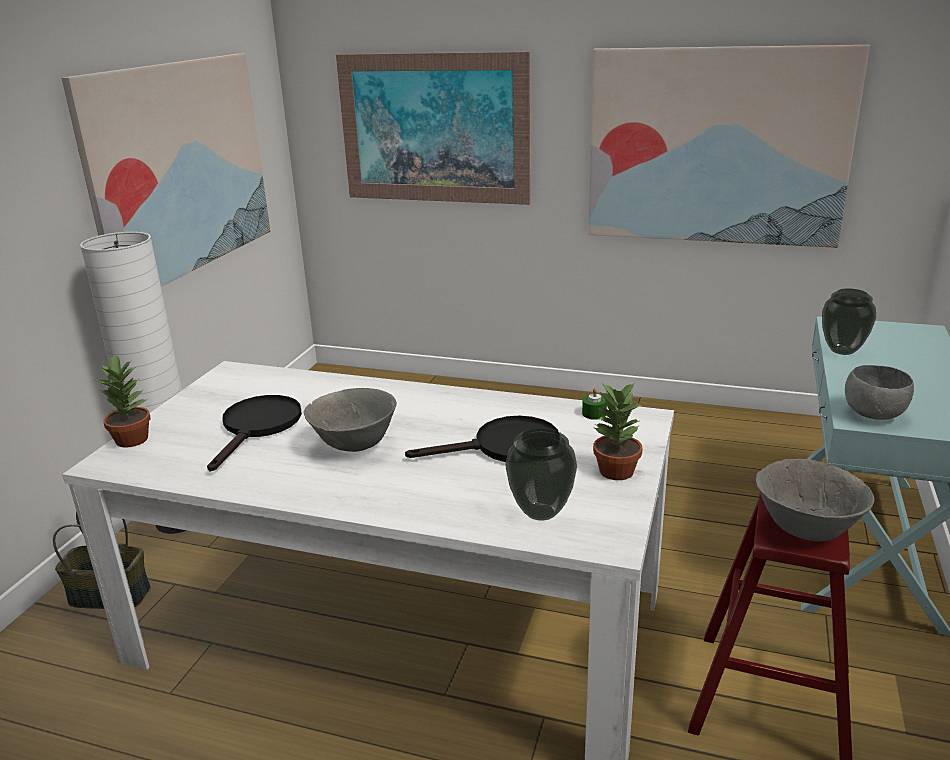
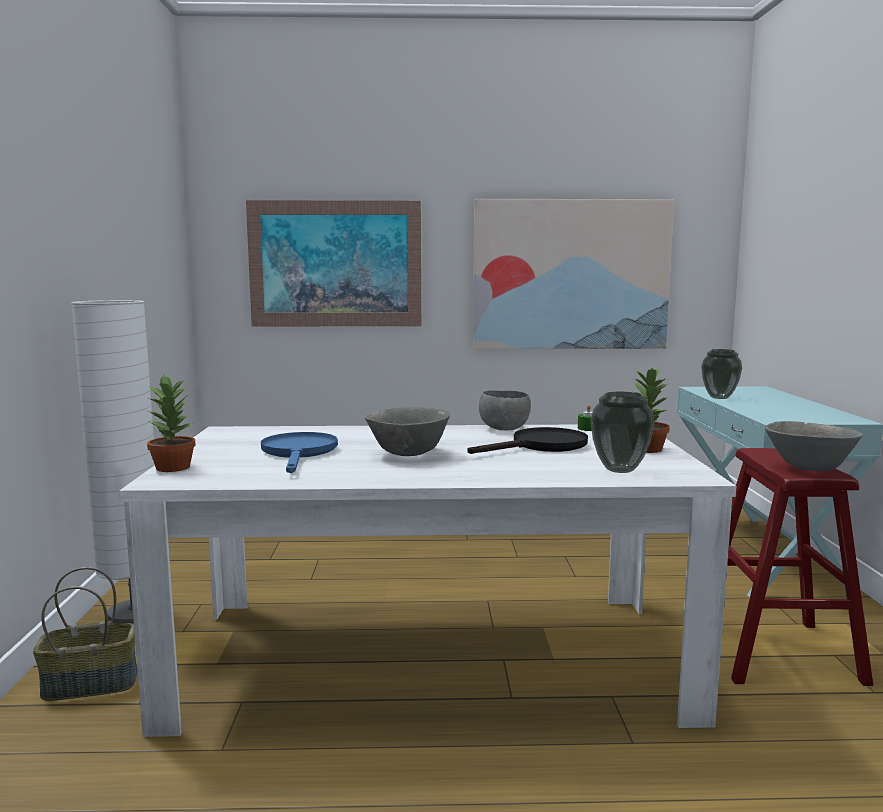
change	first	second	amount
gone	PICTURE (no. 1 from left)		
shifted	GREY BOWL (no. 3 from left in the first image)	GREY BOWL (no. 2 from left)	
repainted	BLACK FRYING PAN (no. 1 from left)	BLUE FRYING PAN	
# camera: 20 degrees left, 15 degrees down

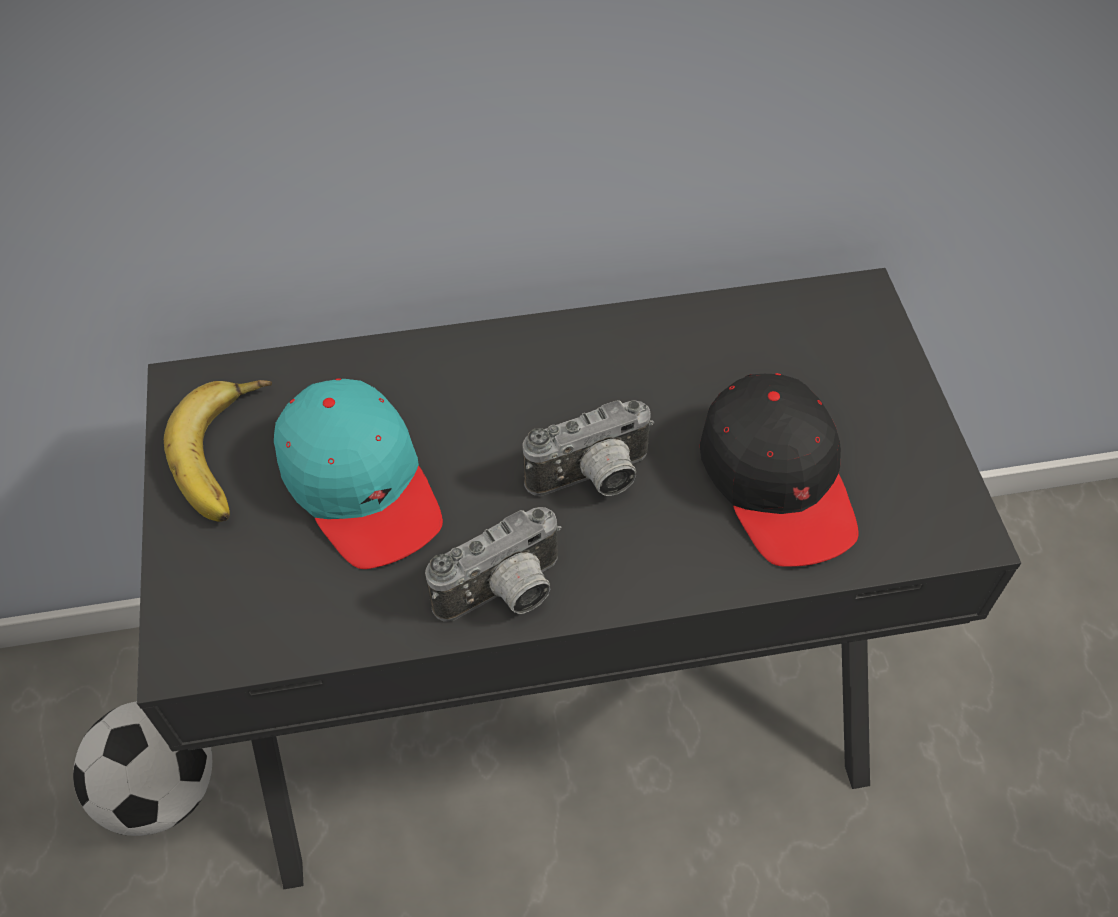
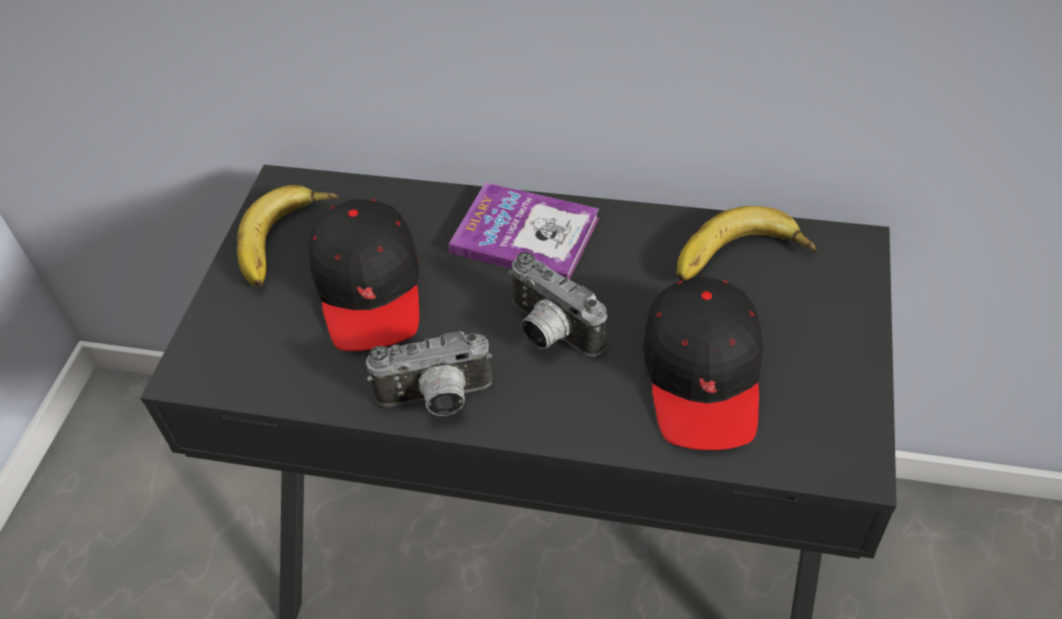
change	first	second	amount
gone	FOOTBALL		
new		BOOK	
new		BANANA (no. 2 from left)	
repainted	TURQUOISE CAP	BLACK CAP (no. 1 from left)	
rotated	PHOTO CAMERA (no. 2 from left)		45 degrees clockwise
# camera: 25 degrees right, 5 degrees down

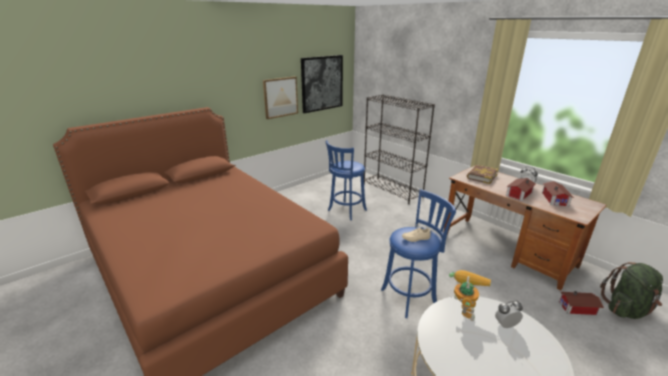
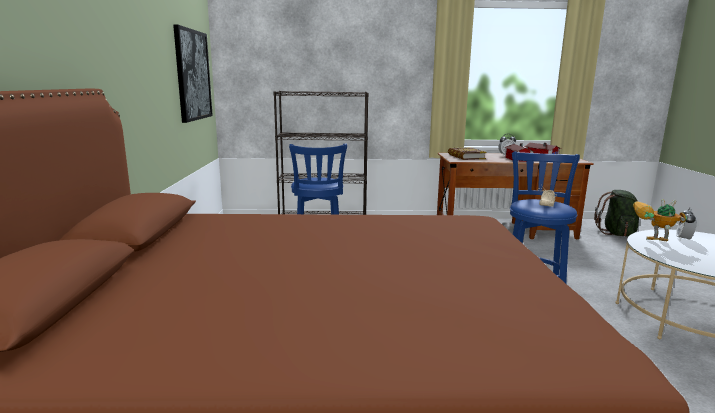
change	first	second	amount
gone	PICTURE (no. 1 from left)		
gone	TOY HOUSE (no. 3 from left)		
rotated	TOY ROBOT		45 degrees counterclockwise
# camera: 50 degrees left, 10 degrees down

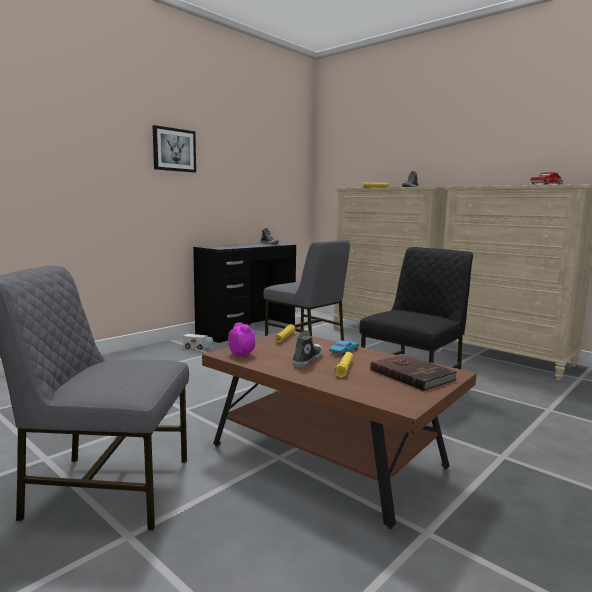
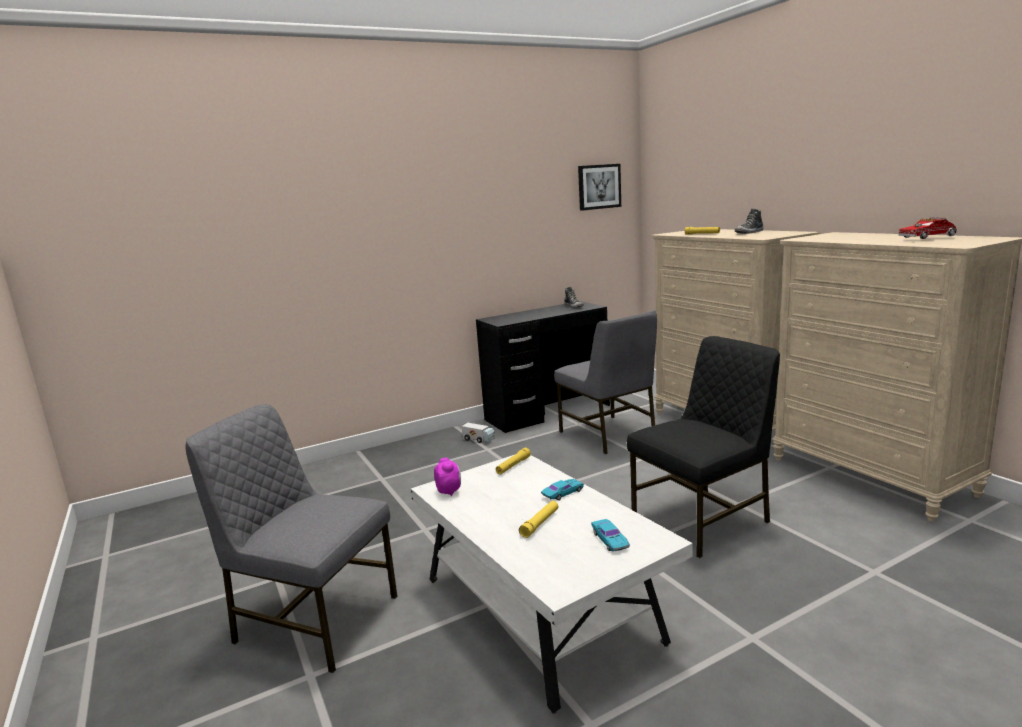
change	first	second	amount
gone	SHOE (no. 2 from left)		
shifted	PICTURE		
swapped	BROWN BOOK	TURQUOISE TOY CAR (no. 2 from left)	
repainted	BROWN COFFEE TABLE	WHITE COFFEE TABLE	
# camera: 20 degrees right, 5 degrees up

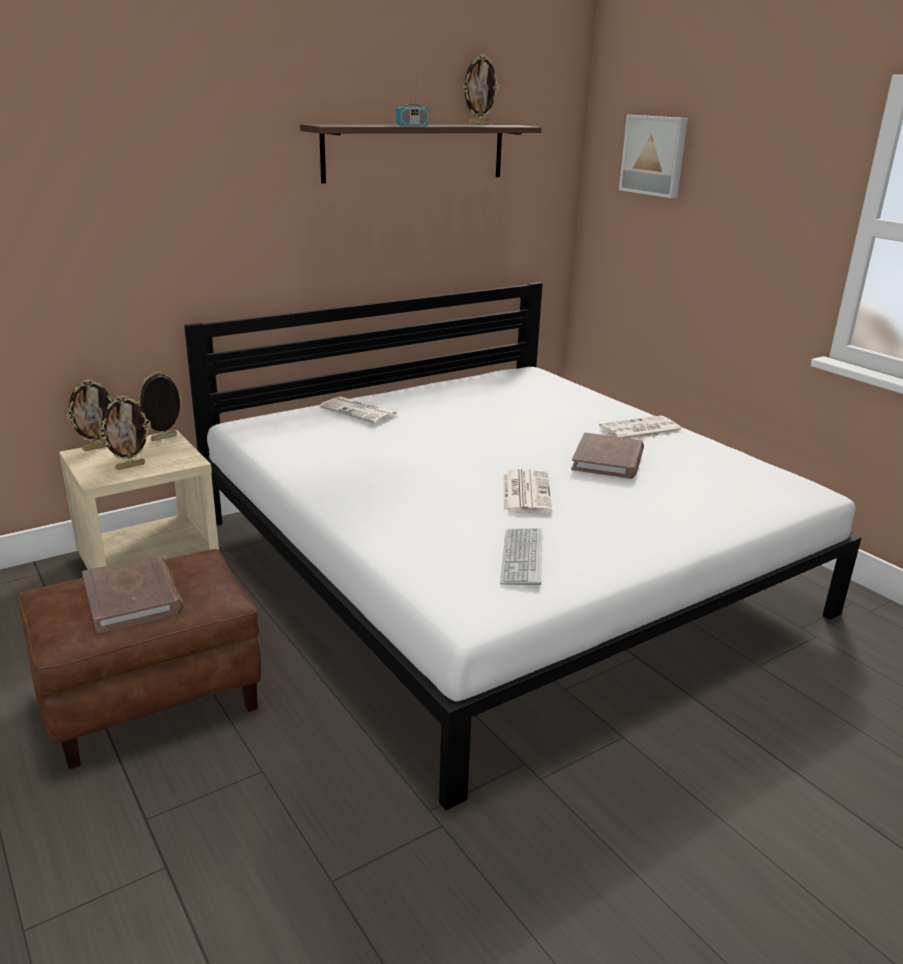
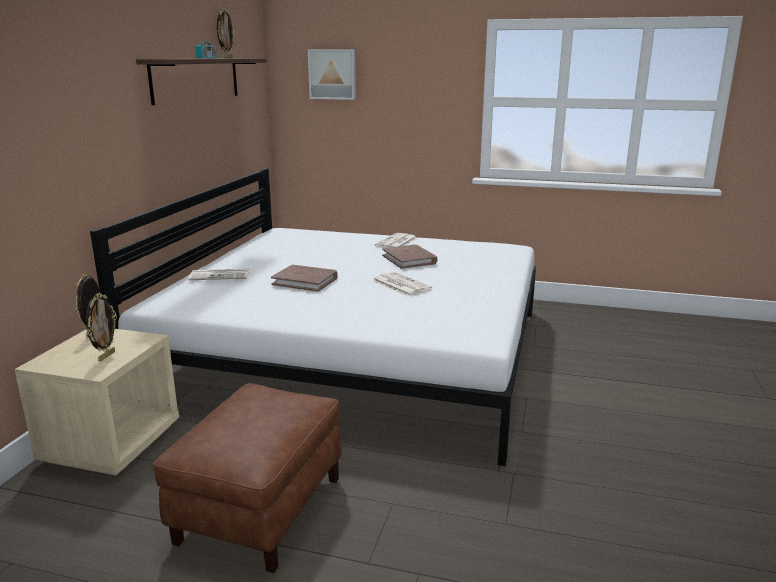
change	first	second	amount
gone	PICTURE FRAME (no. 1 from left)		
gone	KEYBOARD		
shifted	BROWN BOOK (no. 1 from left)		
# camera: 40 degrees left, 5 degrees down

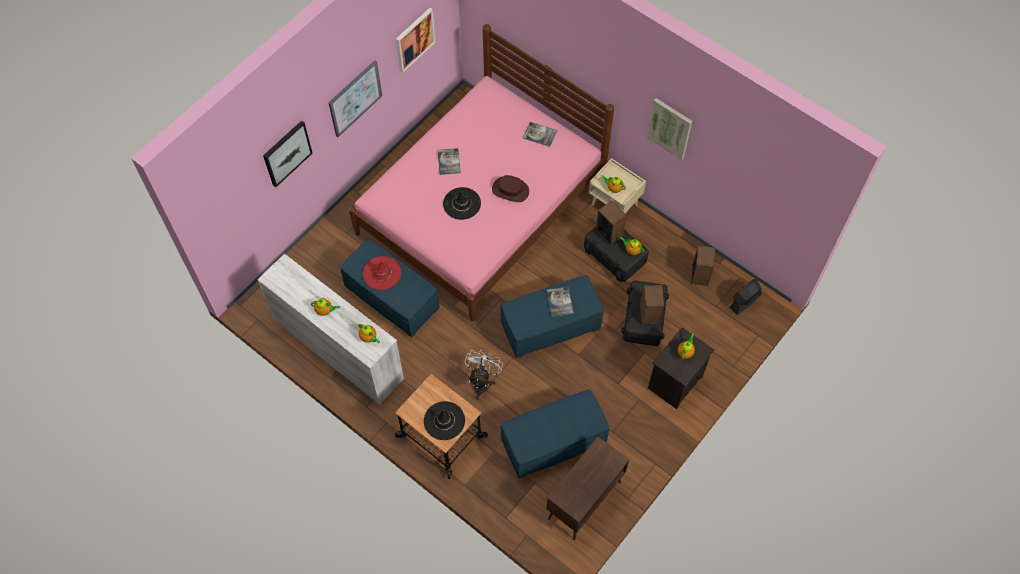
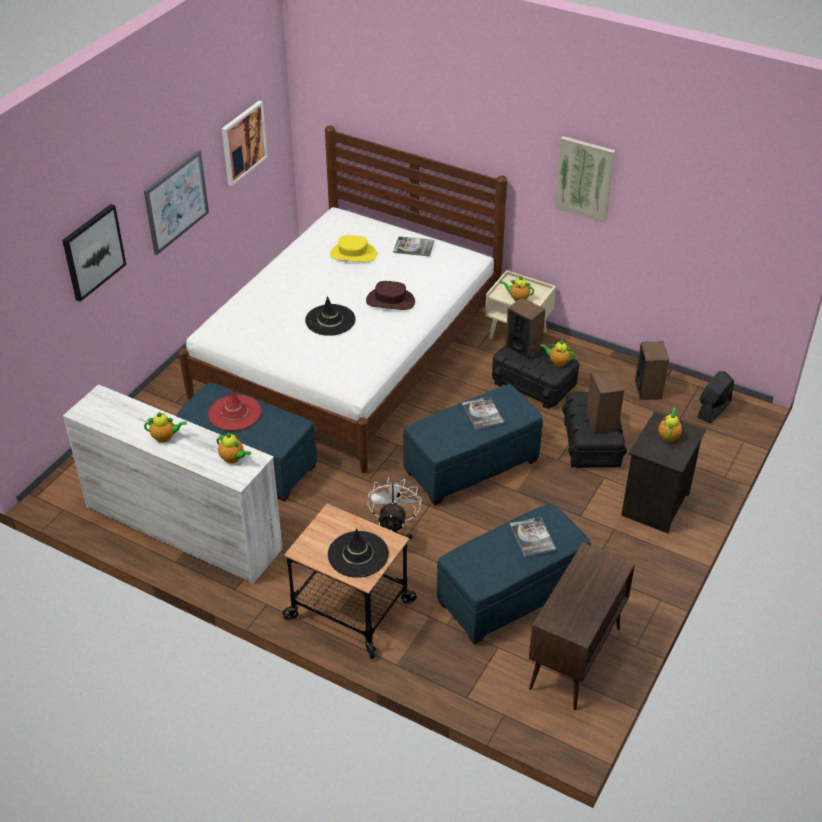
change	first	second	amount
new		YELLOW HAT	
shifted	BOOK (no. 1 from left in the first image)	BOOK (no. 3 from left)	
repainted	PINK BED	WHITE BED	
# camera: 10 degrees left, 20 degrees down

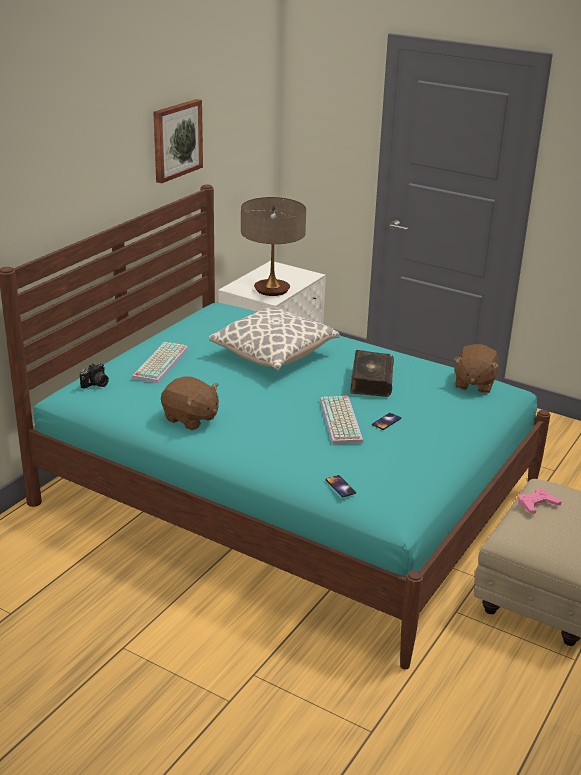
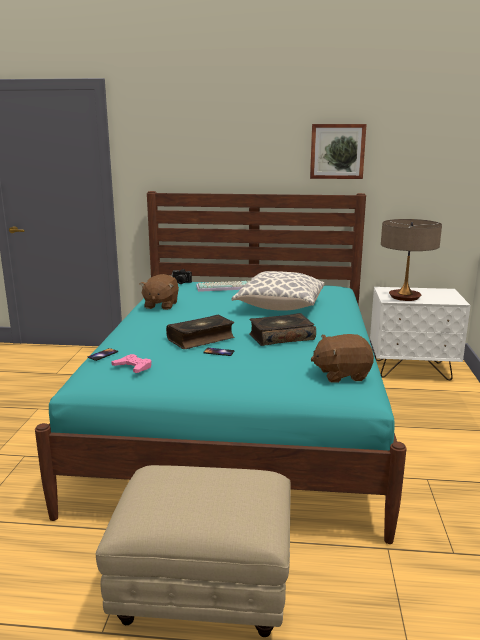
change	first	second	amount
shifted	PINK GAME CONTROLLER		
swapped	KEYBOARD (no. 2 from left)	BOOK (no. 1 from left)	
# camera: 65 degrees right, 10 degrees down

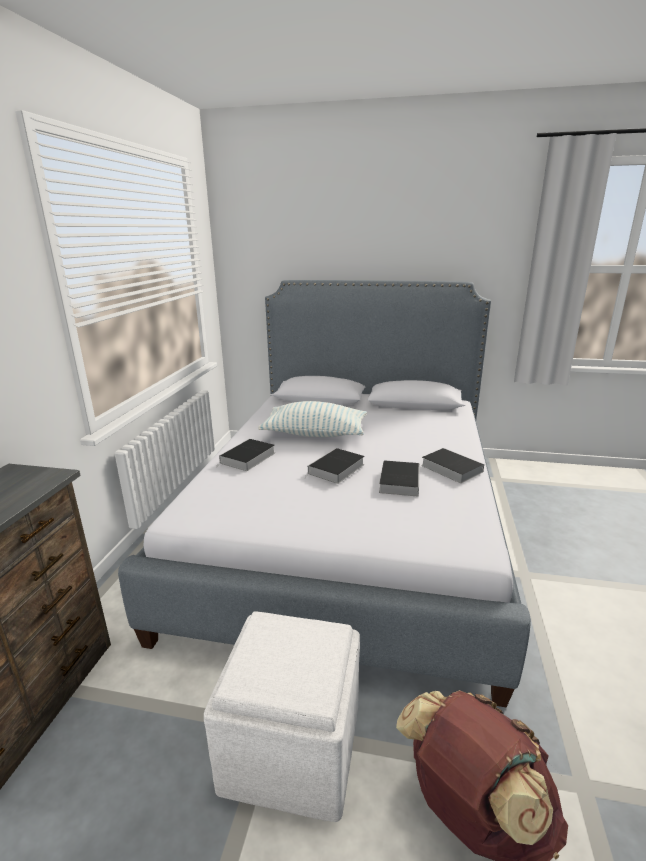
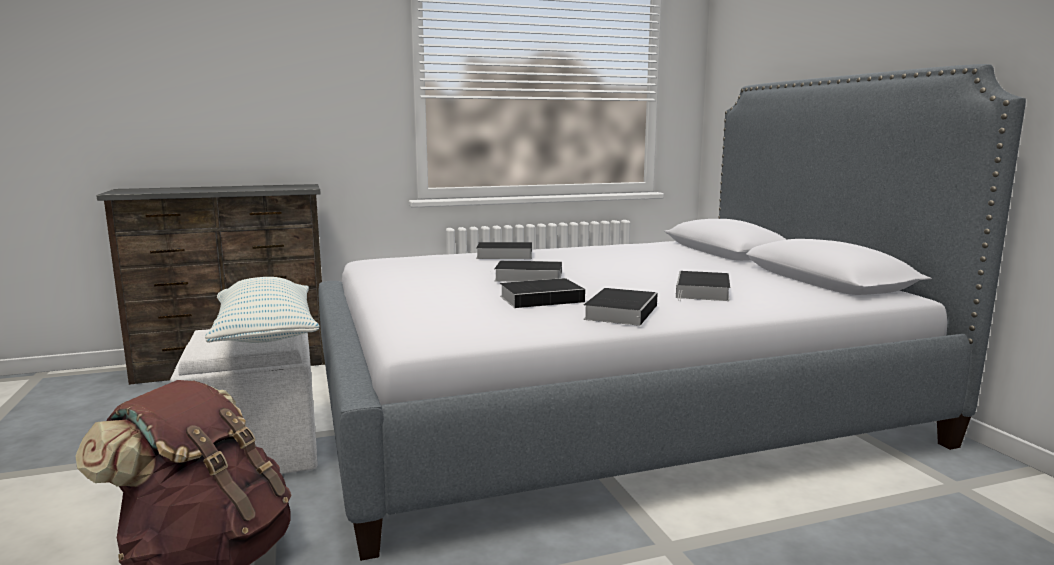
change	first	second	amount
new		BOOK (no. 5 from left)	
shifted	PILLOW		
# camera: 60 degrees right, 10 degrees down

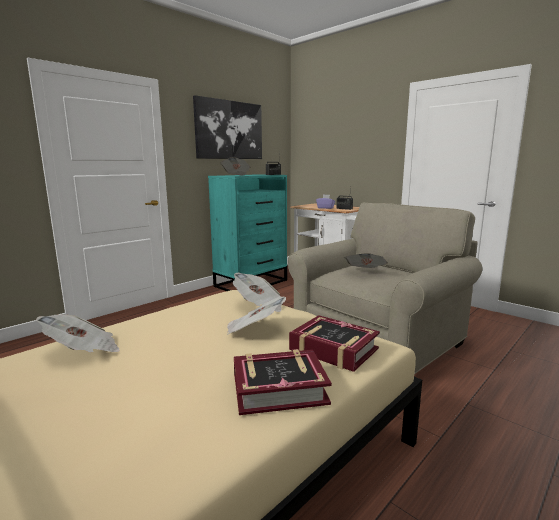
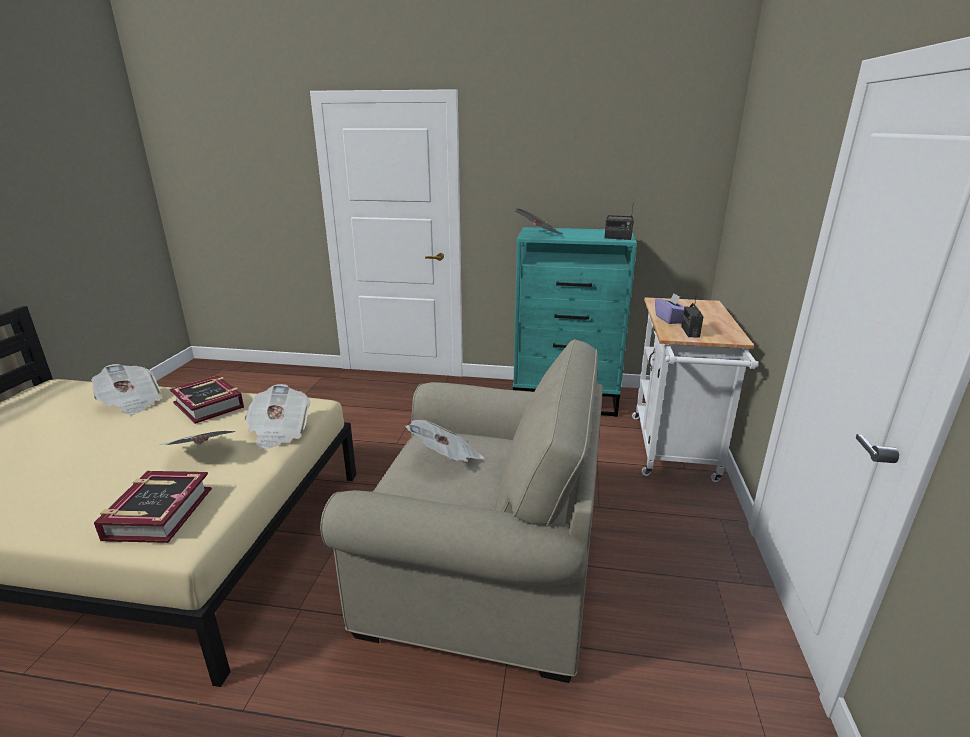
change	first	second	amount
gone	PICTURE		
shifted	BOOK (no. 1 from left in the first image)	BOOK (no. 2 from left)	
# camera: 55 degrees right, 10 degrees up

